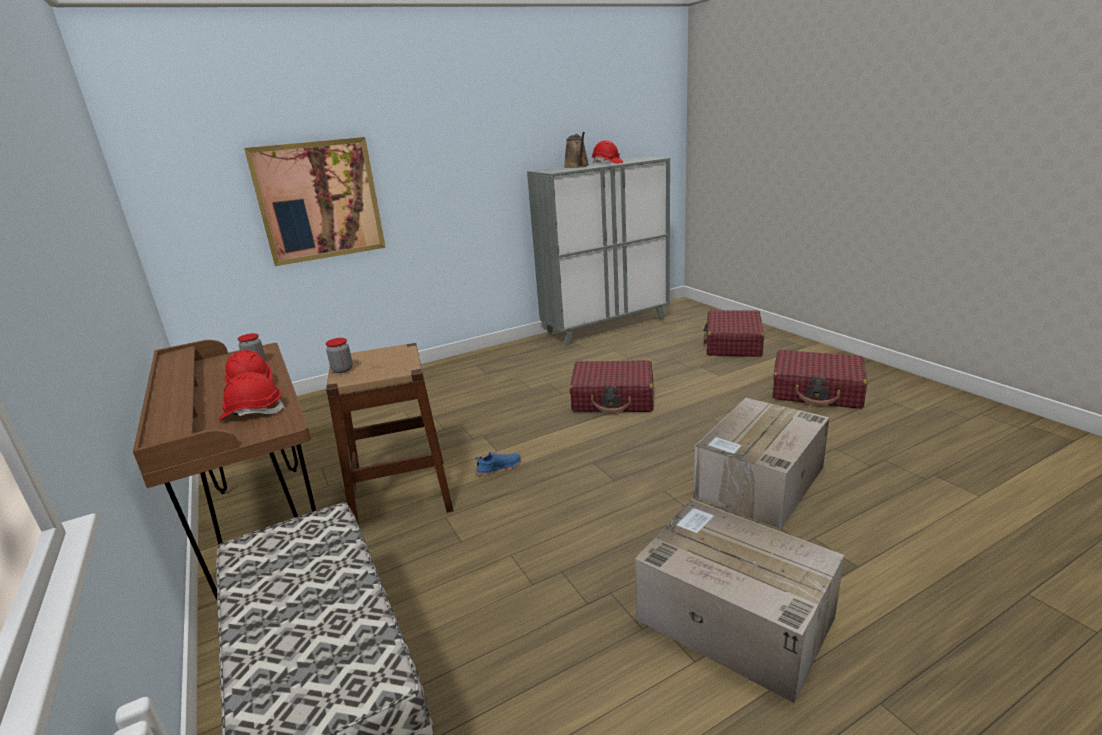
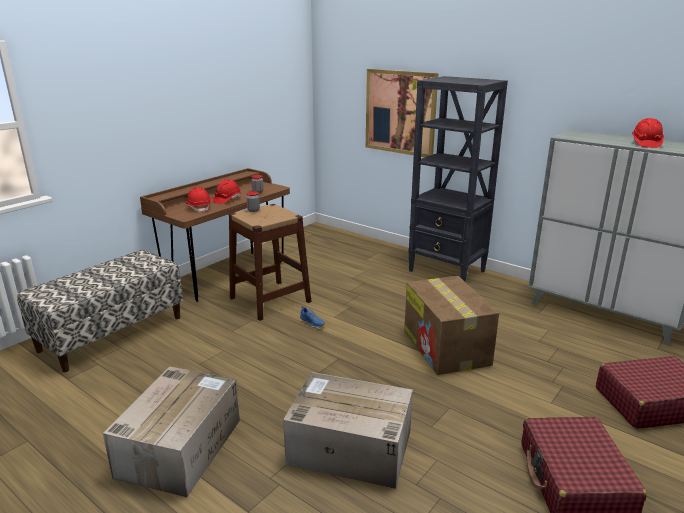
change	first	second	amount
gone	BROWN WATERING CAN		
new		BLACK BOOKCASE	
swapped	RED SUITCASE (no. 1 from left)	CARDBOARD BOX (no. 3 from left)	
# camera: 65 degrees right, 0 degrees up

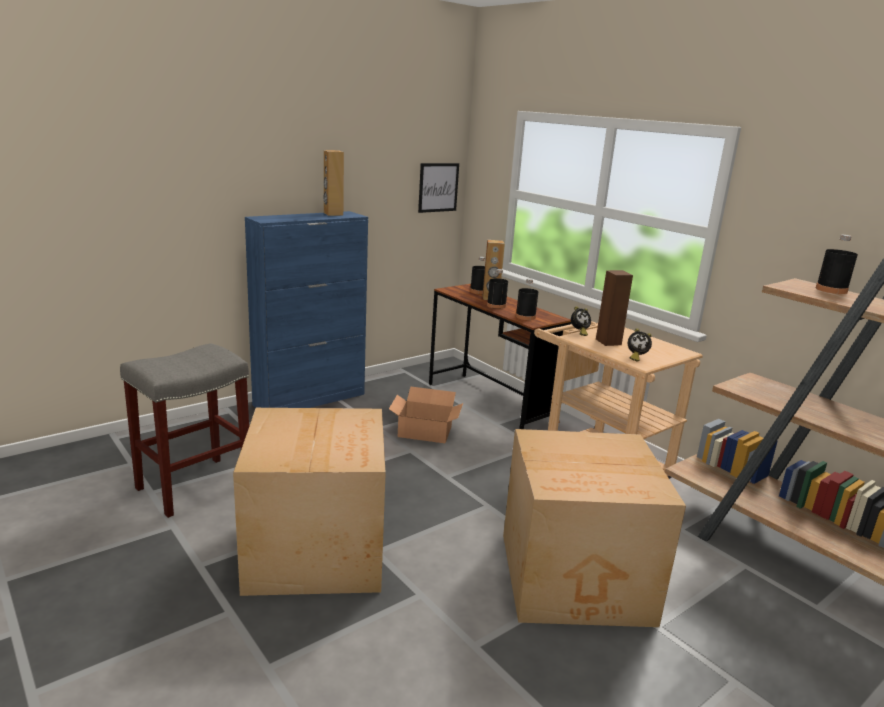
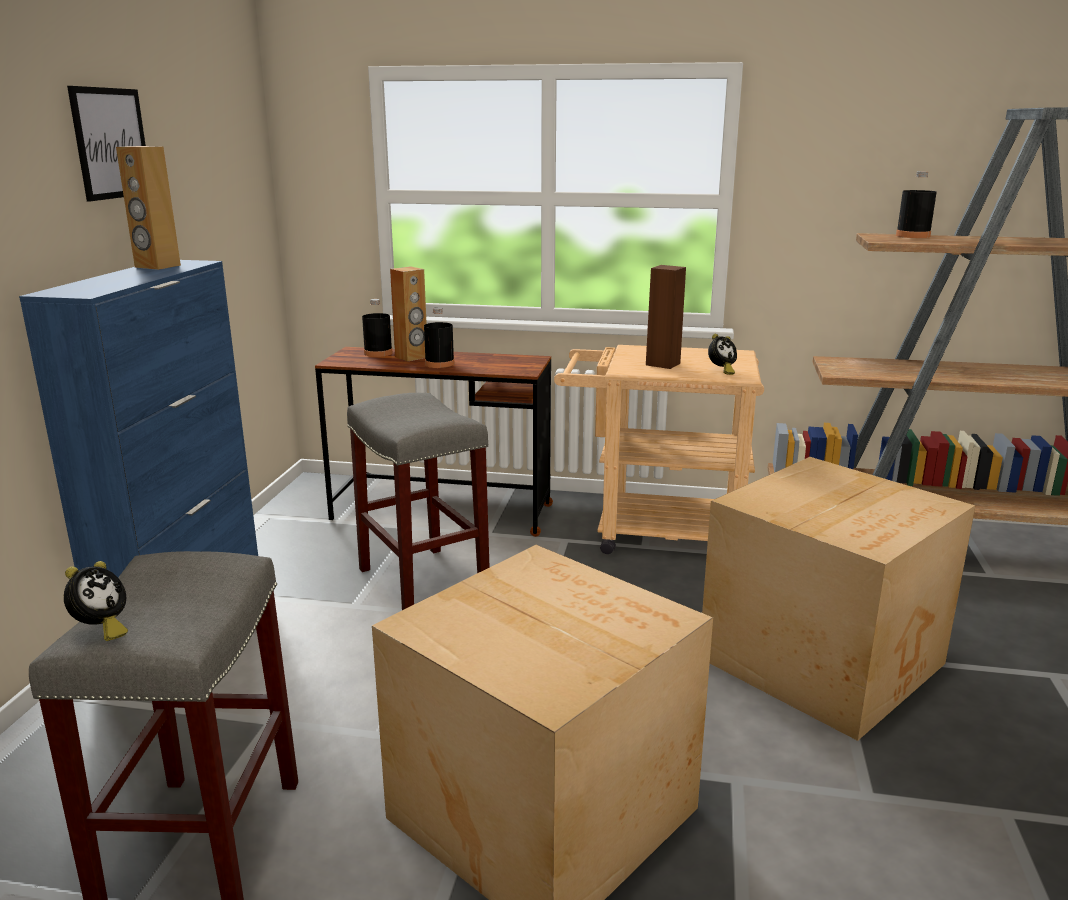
change	first	second	amount
gone	BLACK BOTTLE (no. 3 from left)		
shifted	PICTURE		
shifted	ALARM CLOCK (no. 1 from left)		
swapped	CARDBOARD BOX (no. 2 from left)	GREY STOOL (no. 2 from left)	
# camera: 40 degrees left, 0 degrees up

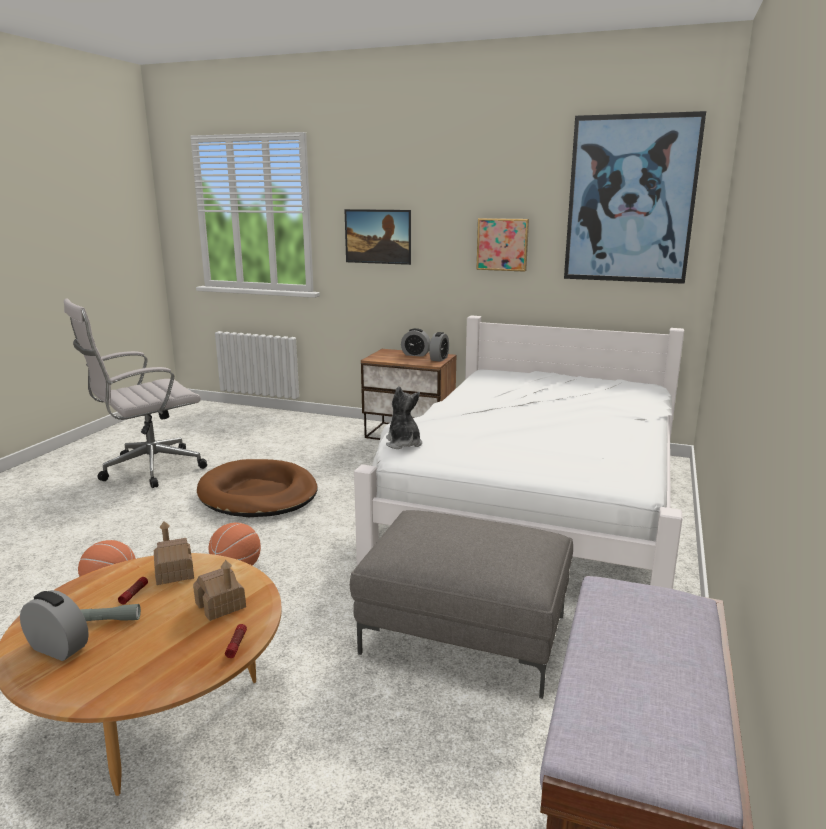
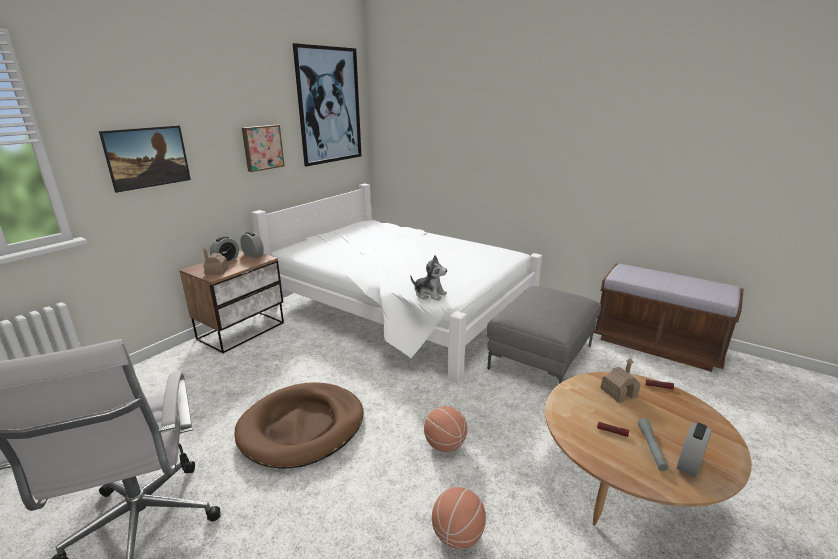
change	first	second	amount
shifted	TOY HOUSE (no. 1 from left)		
rotated	PLUSH TOY		150 degrees counterclockwise
# camera: 75 degrees left, 5 degrees up

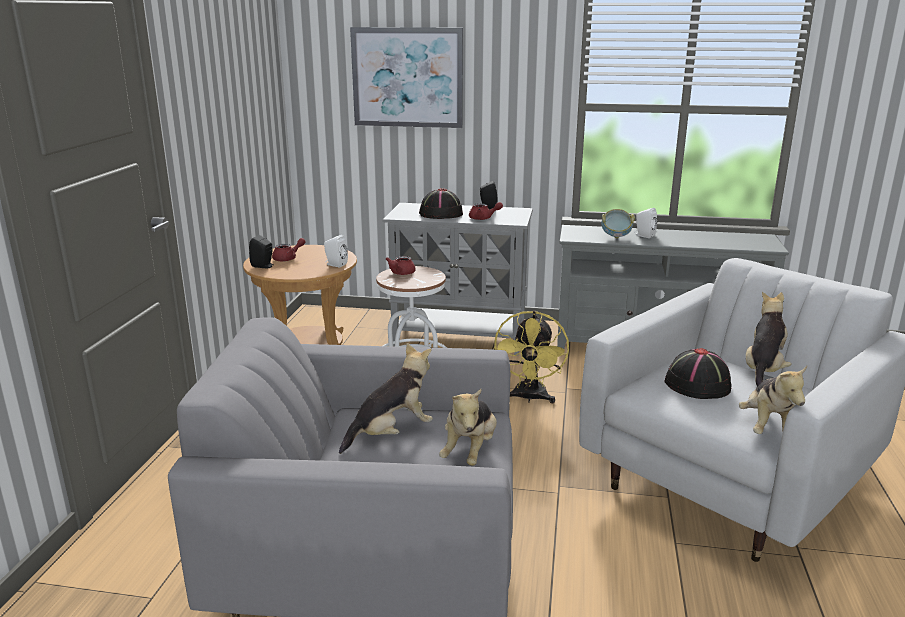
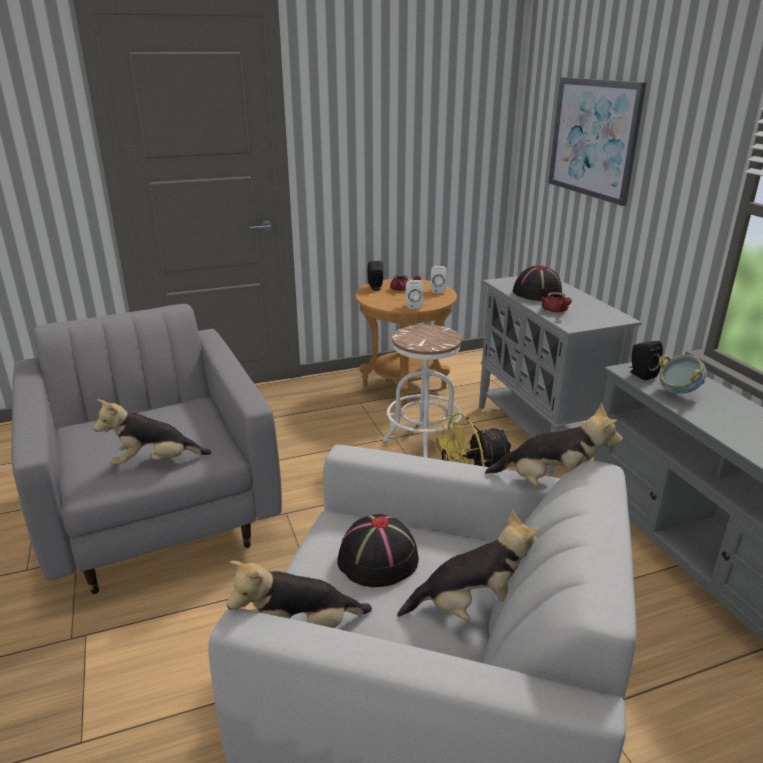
change	first	second	amount
gone	RED TEAPOT (no. 2 from left)		
shifted	PLUSH TOY (no. 1 from left in the first image)	PLUSH TOY (no. 4 from left)	
shifted	BLACK SPEAKER (no. 2 from left)		
shifted	WHITE SPEAKER (no. 2 from left)		
# camera: 60 degrees right, 5 degrees up

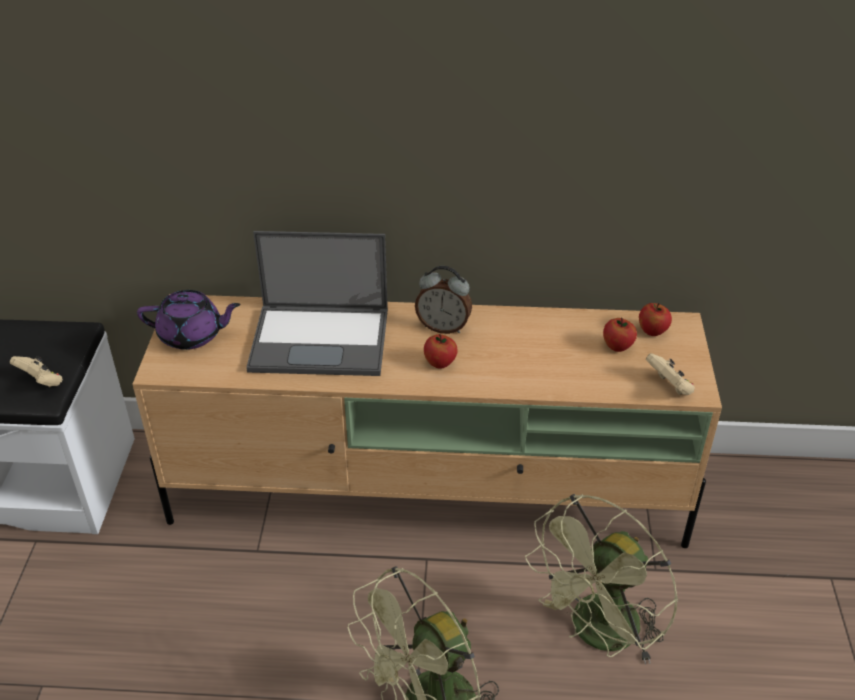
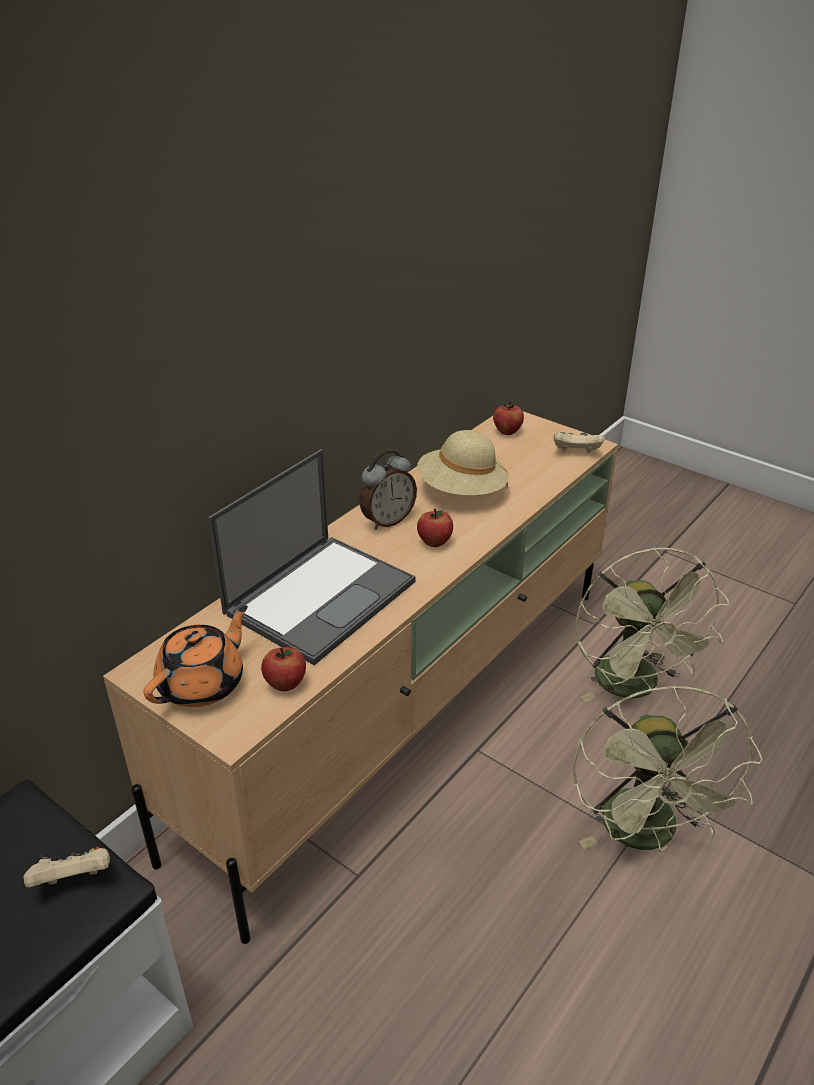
change	first	second	amount
new		BEIGE HAT	
shifted	APPLE (no. 2 from left in the first image)	APPLE (no. 1 from left)	
repainted	PURPLE TEAPOT	ORANGE TEAPOT	
# camera: 55 degrees left, 5 degrees down

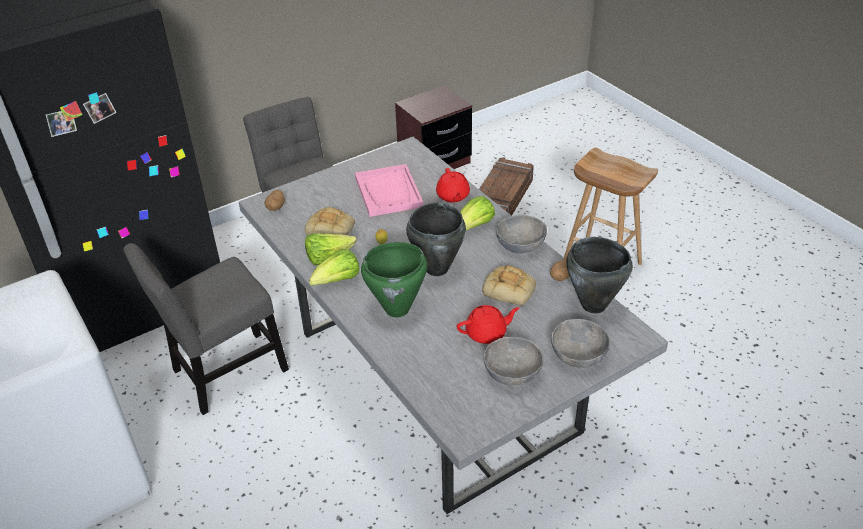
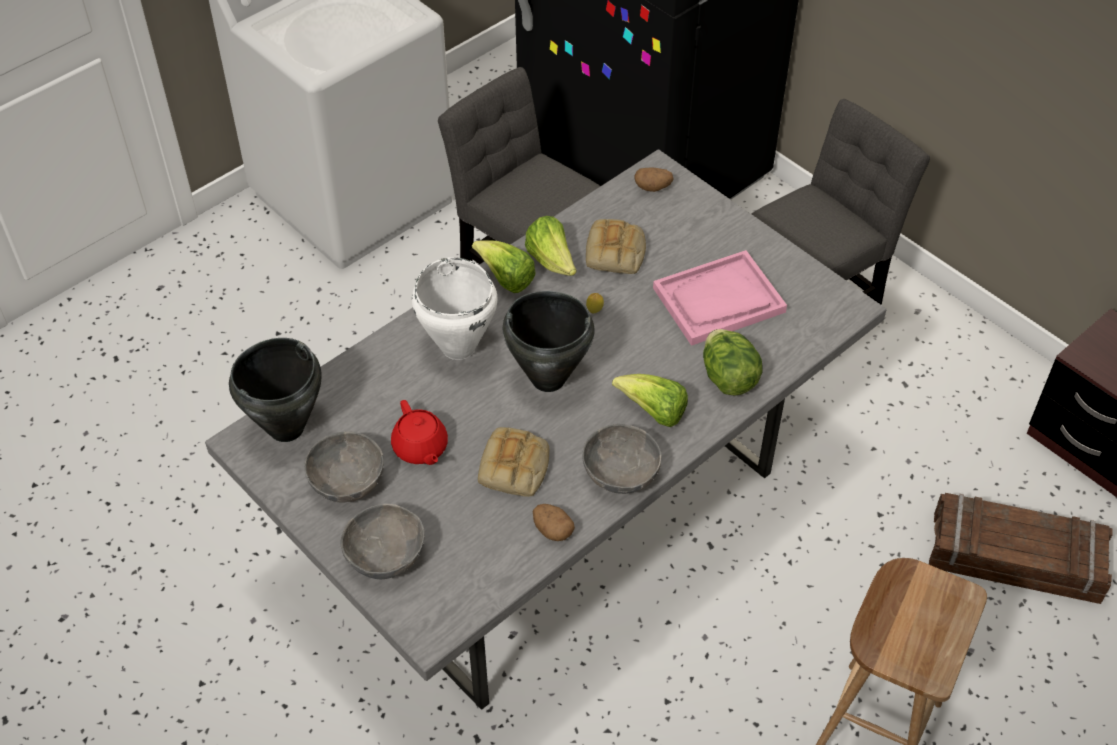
change	first	second	amount
shifted	BLACK COOKING POT (no. 2 from left in the first image)	BLACK COOKING POT (no. 1 from left)	
swapped	RED TEAPOT (no. 1 from left)	LETTUCE (no. 4 from left)	
repainted	GREEN COOKING POT	WHITE COOKING POT	
# camera: 80 degrees right, 10 degrees up

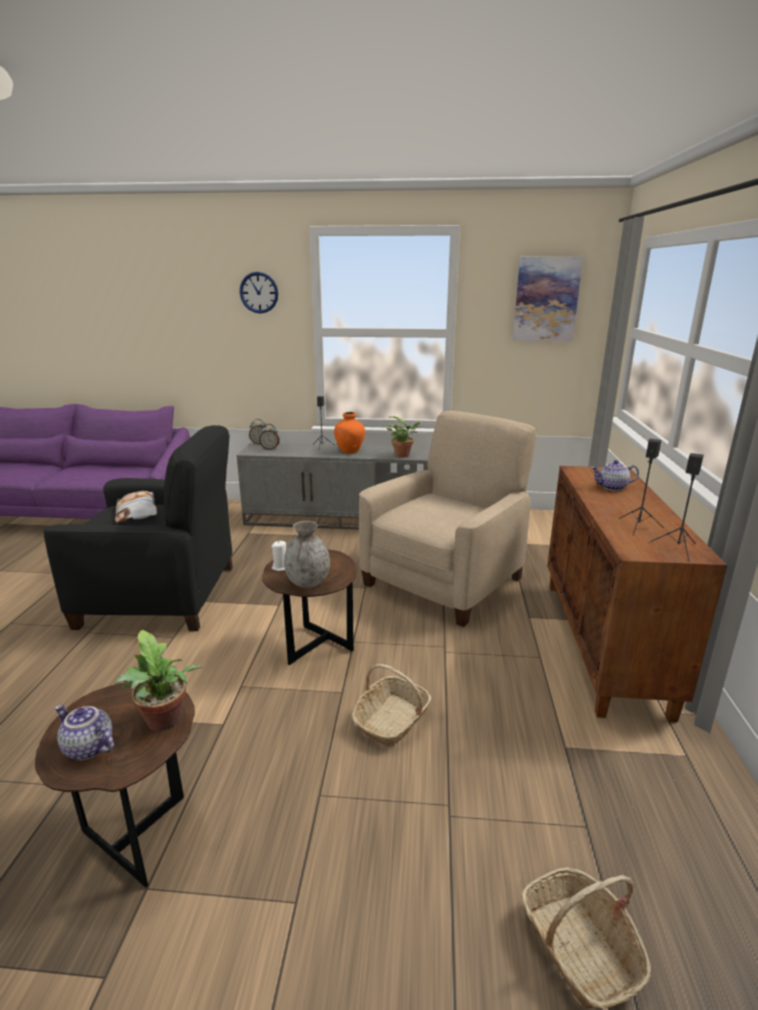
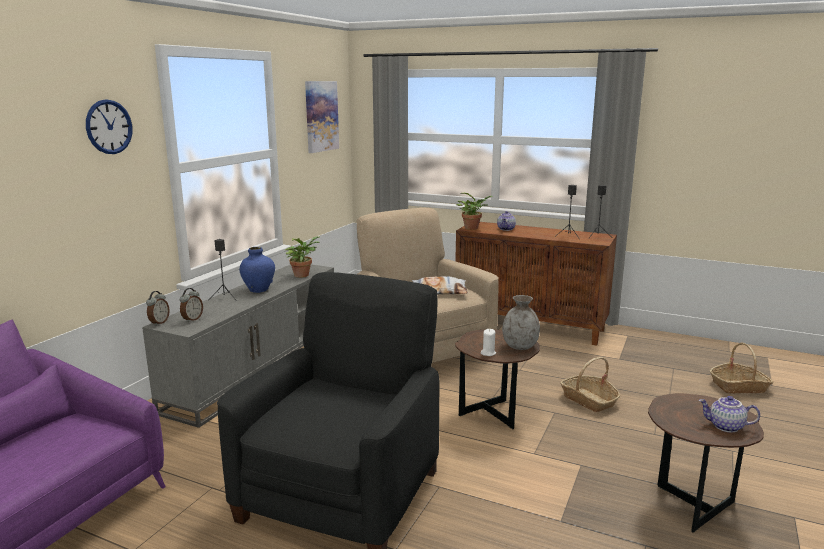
change	first	second	amount
shifted	PILLOW		
shifted	POTTED PLANT (no. 1 from left in the first image)	POTTED PLANT (no. 2 from left)	
repainted	ORANGE VASE	BLUE VASE	
rotated	TEAPOT (no. 1 from left in the first image)	TEAPOT (no. 2 from left)	60 degrees clockwise
# camera: 70 degrees left, 5 degrees down

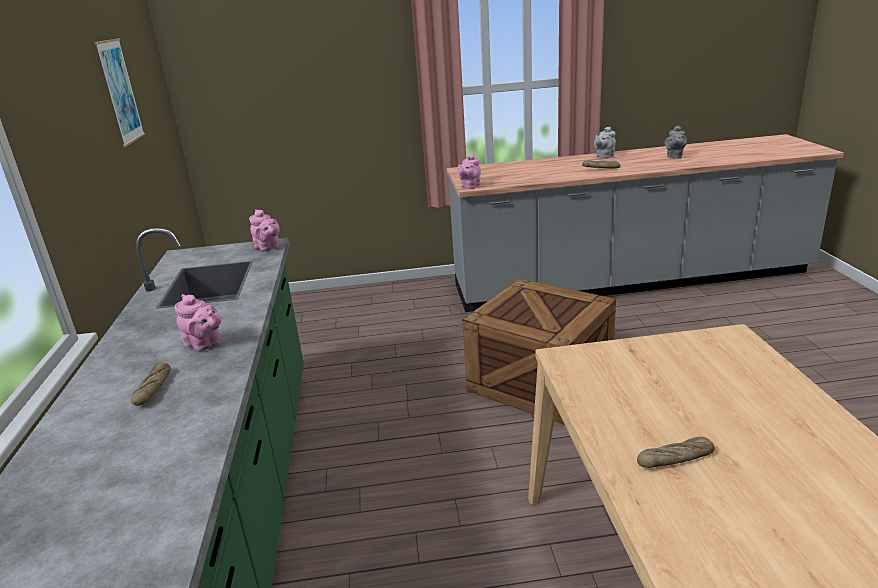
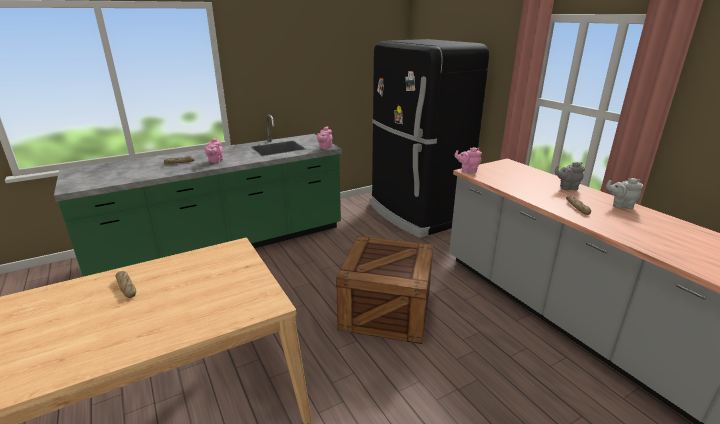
change	first	second	amount
gone	PICTURE		
new		BLACK FRIDGE	
shifted	GREY TEAPOT (no. 2 from left in the first image)	GREY TEAPOT (no. 1 from left)	
# camera: 65 degrees right, 0 degrees up

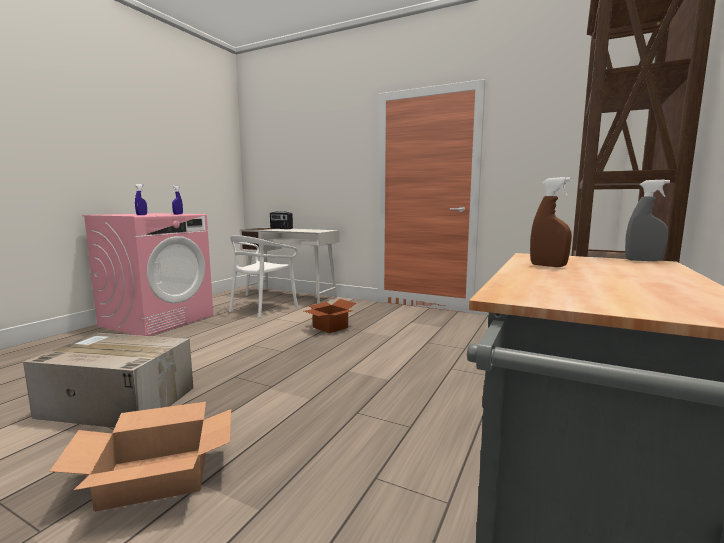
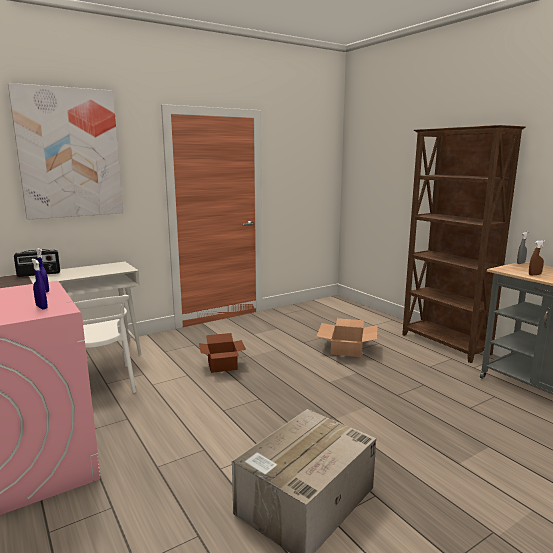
change	first	second	amount
new		PICTURE	
shifted	CARDBOARD BOX (no. 2 from left in the first image)	CARDBOARD BOX (no. 3 from left)	
# camera: 60 degrees left, 5 degrees up

